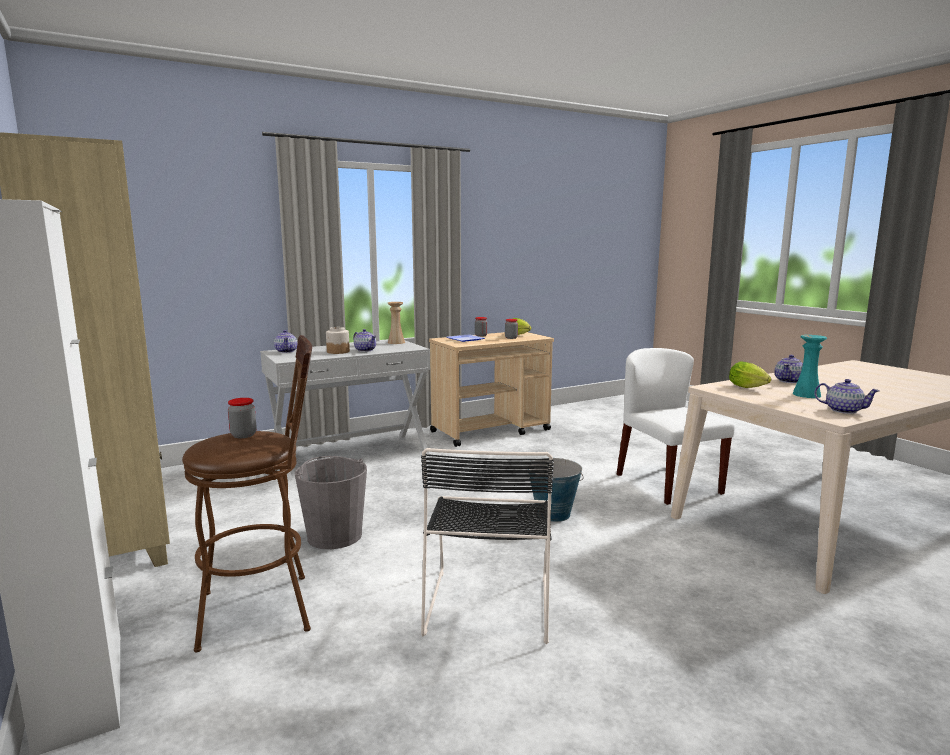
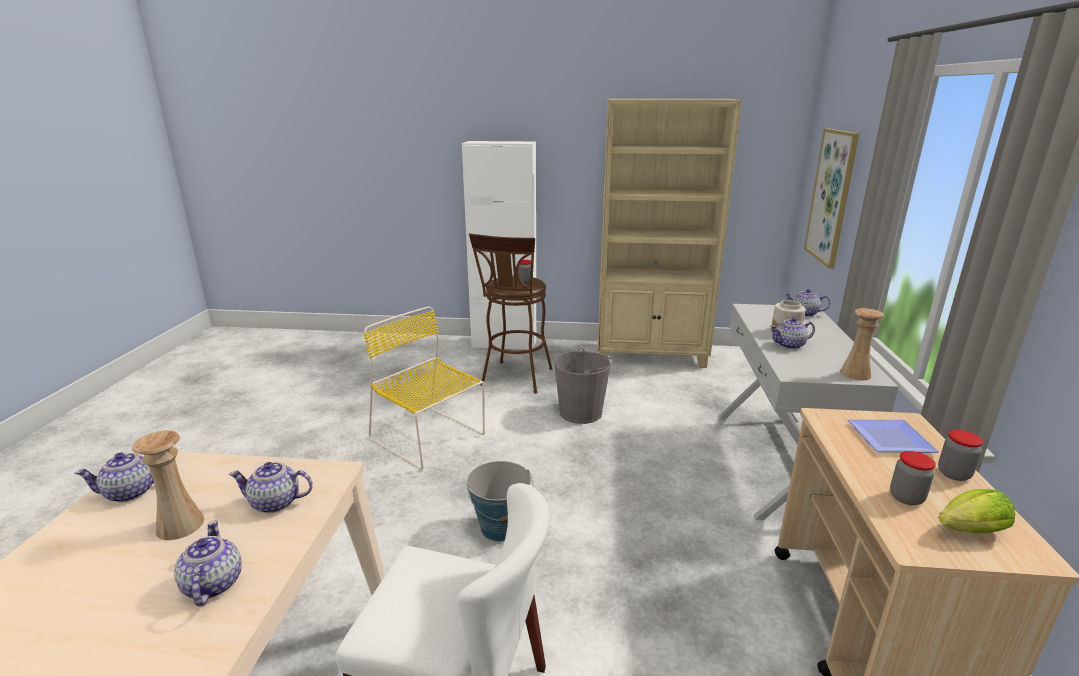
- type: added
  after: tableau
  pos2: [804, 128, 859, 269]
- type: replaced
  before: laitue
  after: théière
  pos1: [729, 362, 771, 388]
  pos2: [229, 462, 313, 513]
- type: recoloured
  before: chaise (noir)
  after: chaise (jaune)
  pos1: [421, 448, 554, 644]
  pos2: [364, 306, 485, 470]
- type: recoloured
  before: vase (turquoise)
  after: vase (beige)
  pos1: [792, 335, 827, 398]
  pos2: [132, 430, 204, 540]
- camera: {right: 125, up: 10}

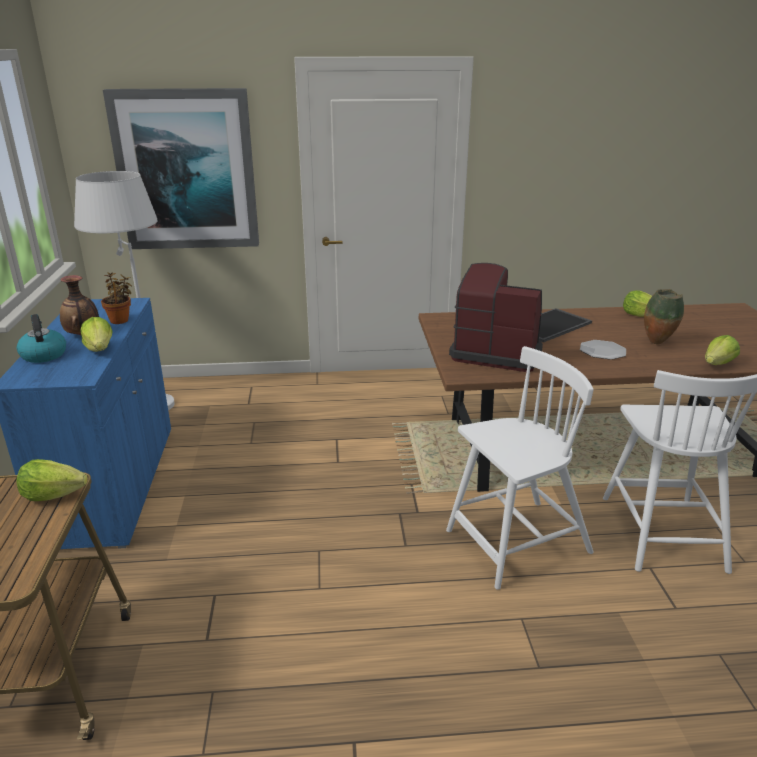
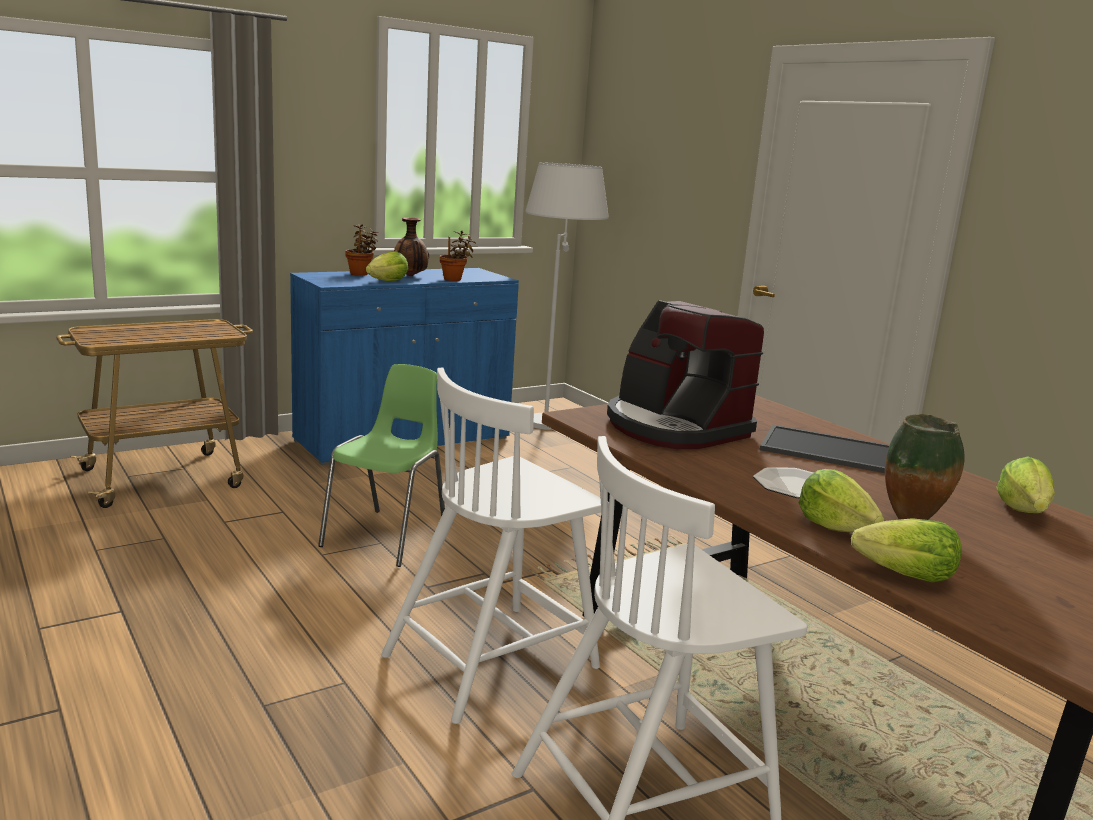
- type: removed
  before: tableau
  pos1: [103, 88, 259, 249]
- type: added
  after: chaise (vert)
  pos2: [318, 364, 445, 567]
- type: moved
  before: laitue
  pos1: [17, 459, 88, 501]
  pos2: [799, 469, 884, 532]
- type: replaced
  before: bouilloire
  after: plante en pot
  pos1: [17, 314, 66, 363]
  pos2: [345, 224, 378, 276]
- type: turned
  before: chaise (blanc)
  pos1: [446, 346, 594, 590]
  pos2: [381, 368, 609, 724]
  turn: 105
- type: turned
  before: machine à café
  pos1: [449, 263, 543, 372]
  pos2: [607, 300, 764, 449]
  turn: 150
- camera: {right: 60, up: -10}

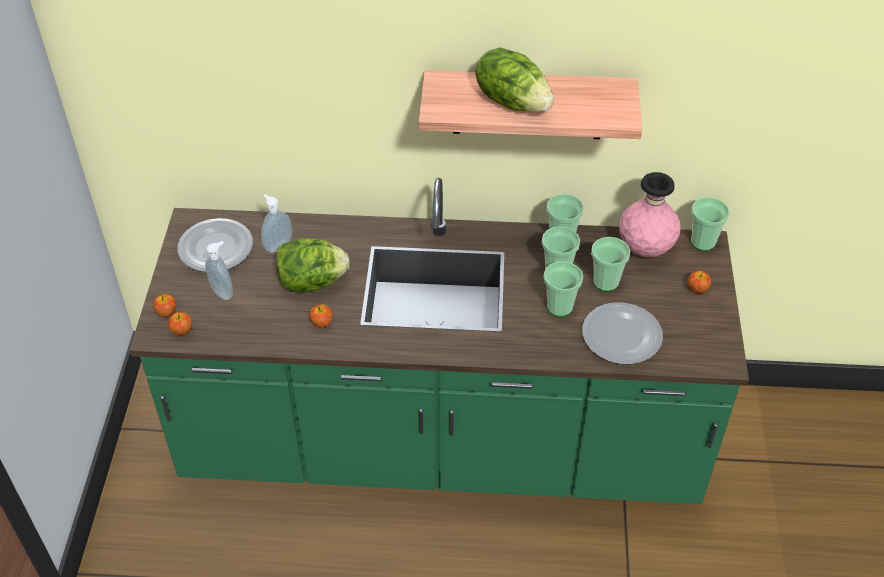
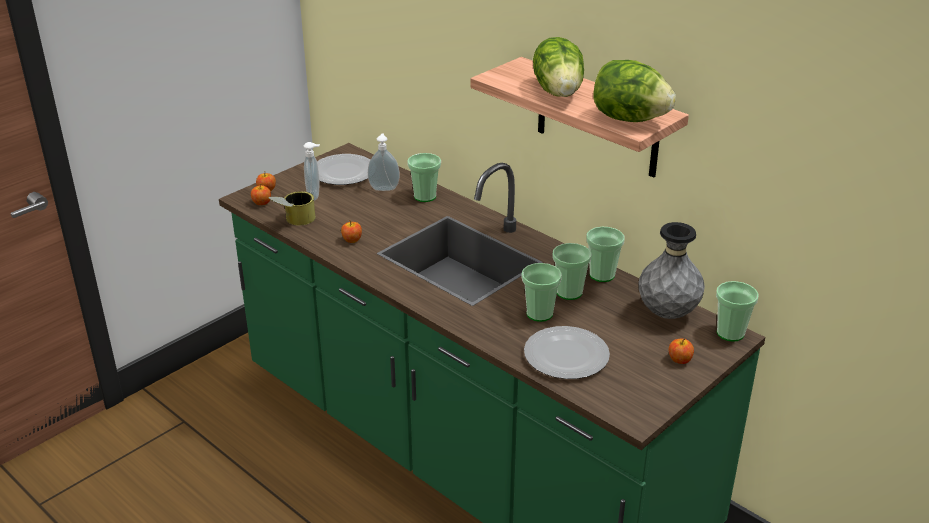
- type: added
  after: boîte métallique
  pos2: [268, 191, 316, 226]
- type: moved
  before: laitue
  pos1: [276, 238, 350, 293]
  pos2: [593, 60, 676, 122]
- type: moved
  before: tasse
  pos1: [591, 237, 630, 292]
  pos2: [407, 153, 441, 202]
- type: recoloured
  before: vase (rose)
  after: vase (gris)
  pos1: [619, 172, 681, 257]
  pos2: [638, 222, 705, 319]
- camera: {right: 40, up: -15}

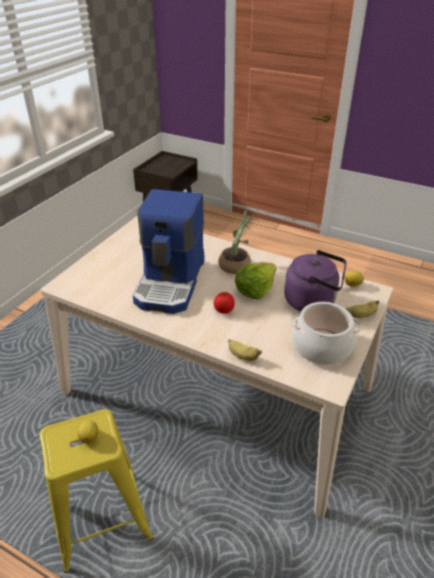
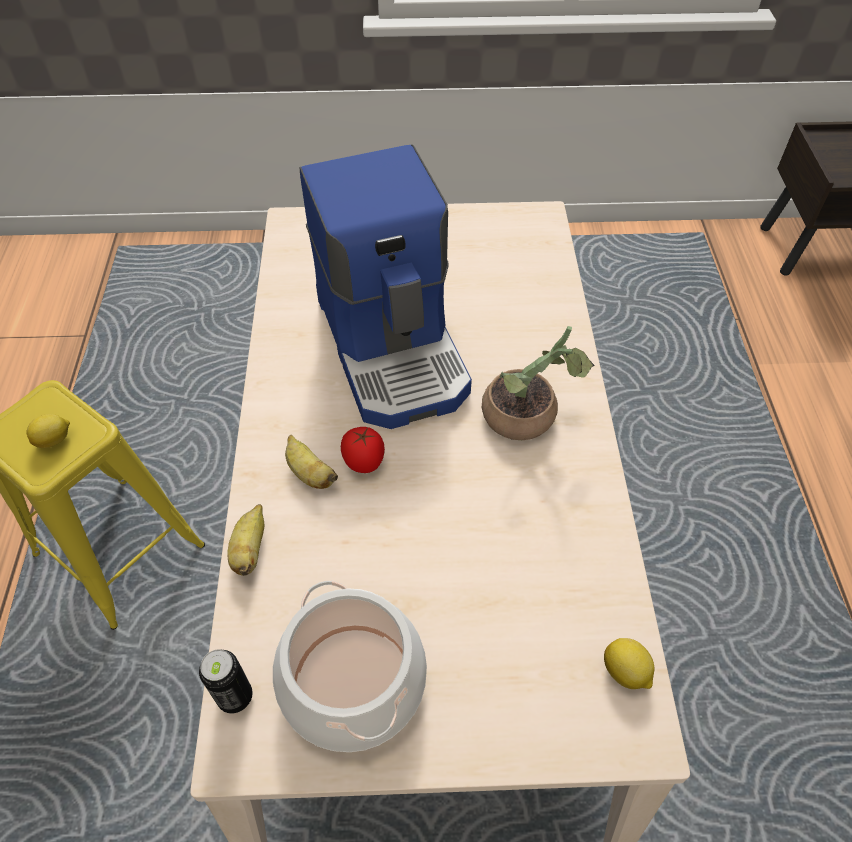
- type: removed
  before: laitue
  pos1: [235, 262, 277, 300]
- type: removed
  before: bouilloire (violet)
  pos1: [284, 250, 347, 311]
- type: added
  after: boîte métallique
  pos2: [199, 649, 253, 713]
- type: moved
  before: banane
  pos1: [346, 300, 379, 318]
  pos2: [285, 435, 338, 489]
- type: turned
  before: machine à café
  pos1: [133, 189, 204, 314]
  pos2: [300, 144, 472, 429]
  turn: -90
- camera: {right: 60, up: 15}

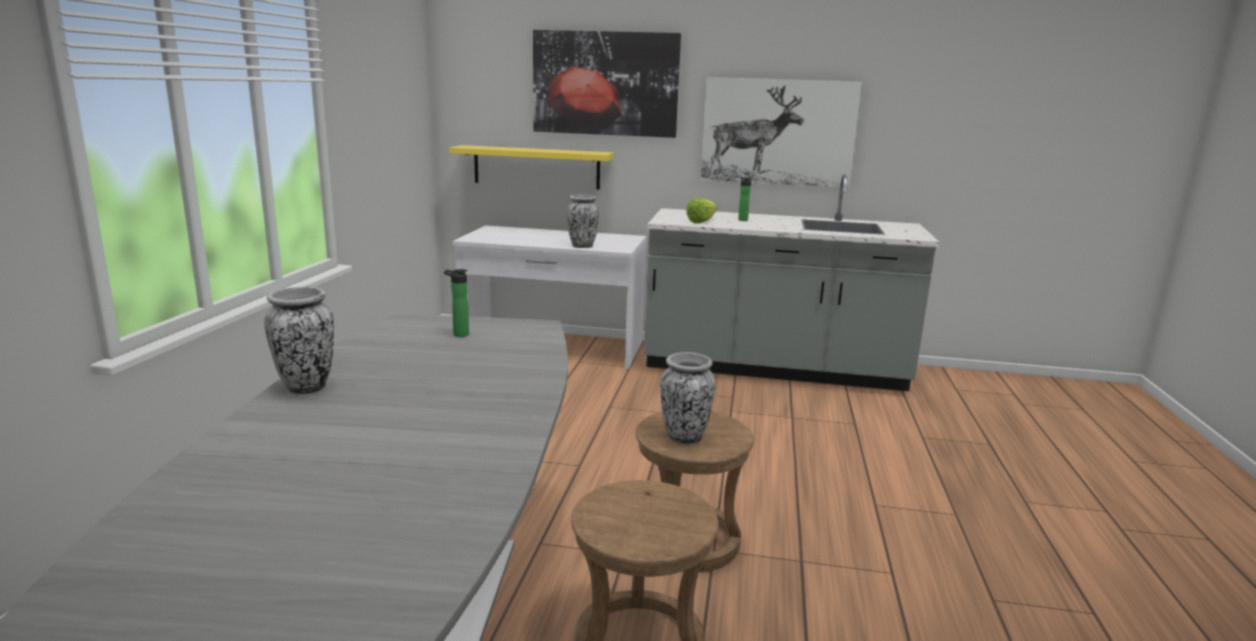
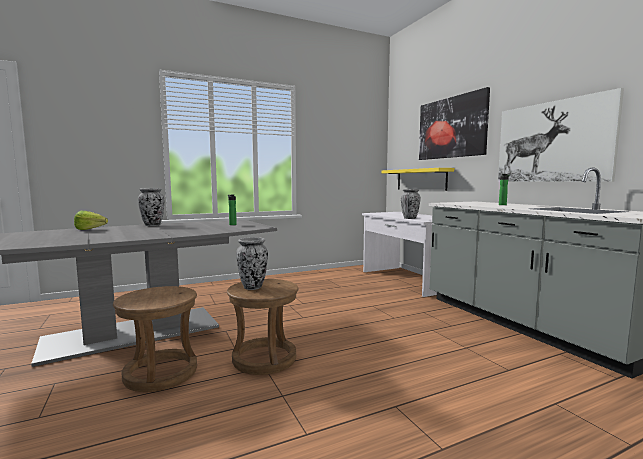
- type: moved
  before: laitue
  pos1: [686, 198, 717, 223]
  pos2: [74, 211, 108, 230]
- camera: {right: 55, up: -10}

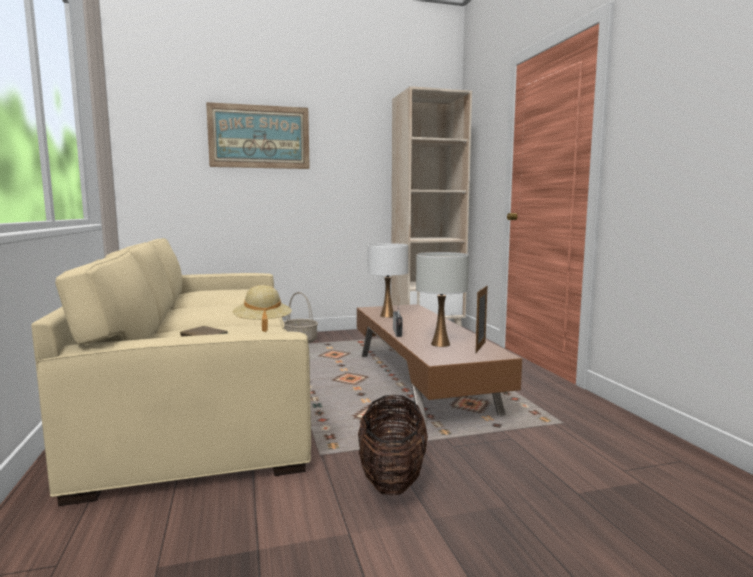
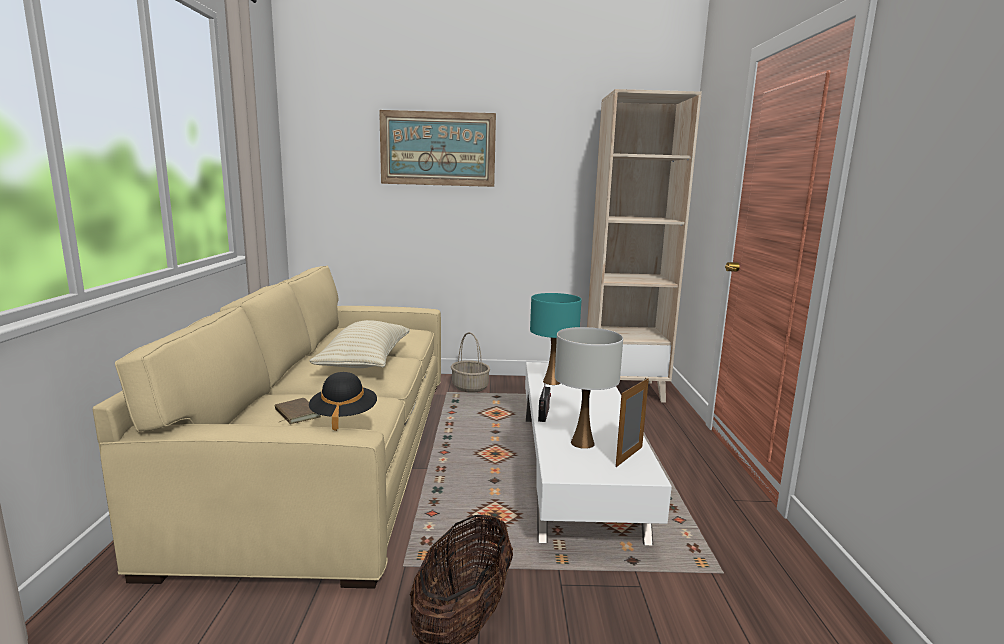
- type: added
  after: coussin (beige)
  pos2: [310, 320, 410, 368]
- type: recoloured
  before: chapeau (beige)
  after: chapeau (noir)
  pos1: [233, 285, 292, 332]
  pos2: [309, 372, 377, 431]
- type: recoloured
  before: table basse (marron)
  after: table basse (blanc)
  pos1: [357, 304, 522, 425]
  pos2: [525, 362, 672, 545]
- type: recoloured
  before: lampe de table (blanc)
  after: lampe de table (turquoise)
  pos1: [368, 243, 408, 318]
  pos2: [530, 293, 582, 385]
- camera: {right: 15, up: 5}

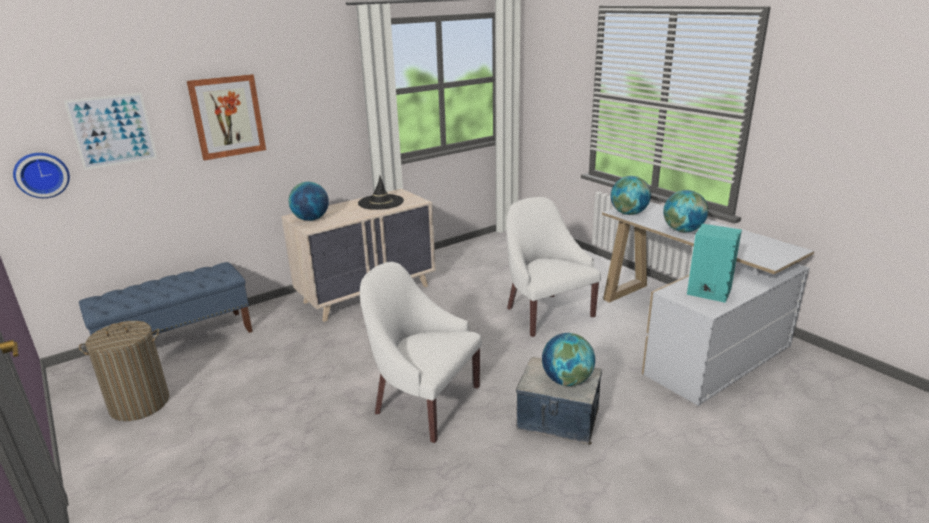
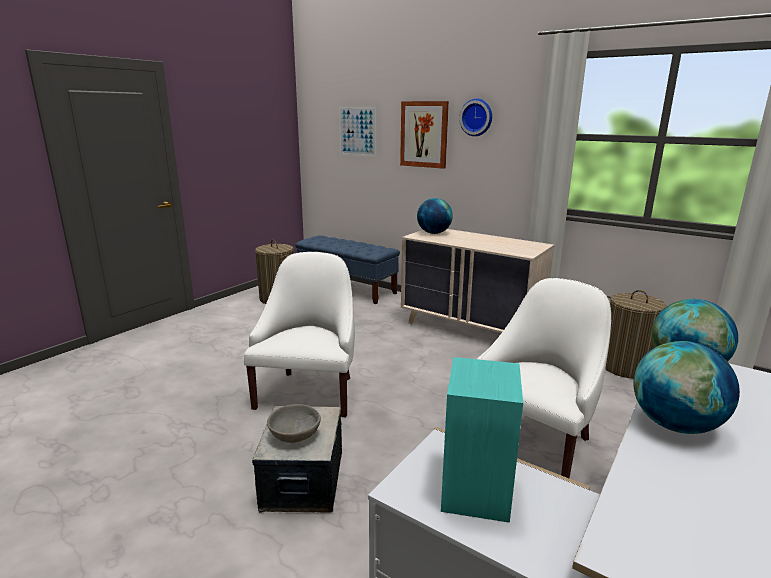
- type: removed
  before: chapeau (noir)
  pos1: [358, 176, 404, 210]
- type: added
  after: panier à linge
  pos2: [605, 290, 667, 379]
- type: moved
  before: horloge murale
  pos1: [13, 153, 70, 198]
  pos2: [459, 99, 492, 136]
- type: replaced
  before: globe
  after: bol (gris)
  pos1: [542, 333, 595, 386]
  pos2: [267, 404, 321, 443]
- camera: {right: 70, up: -5}

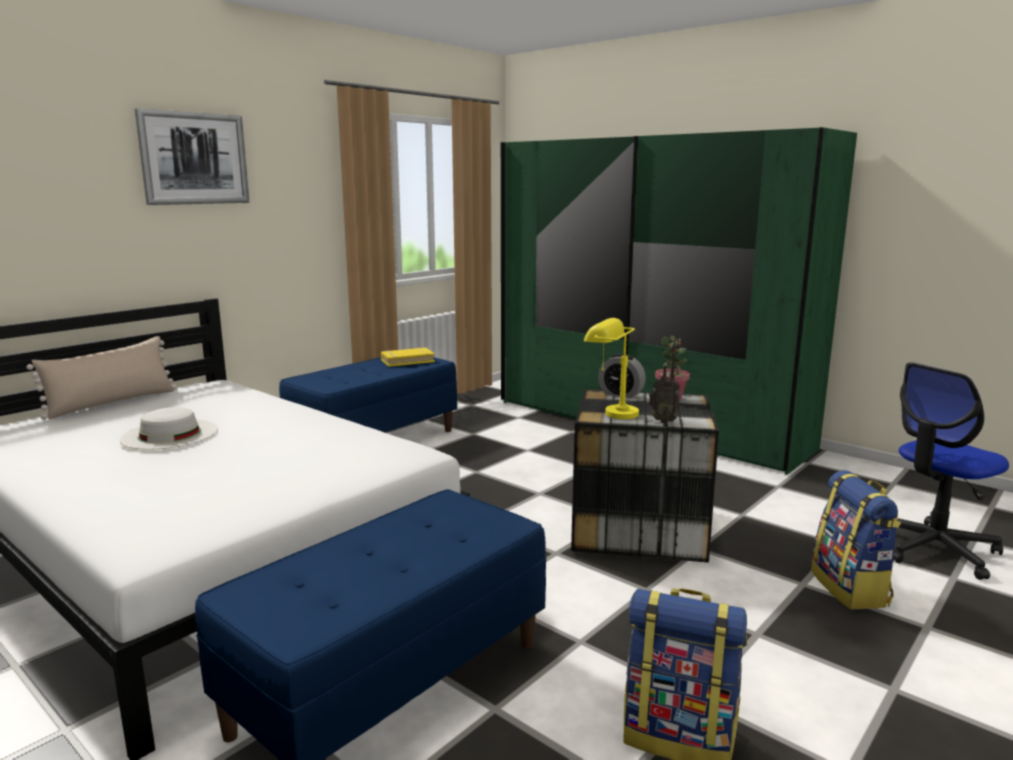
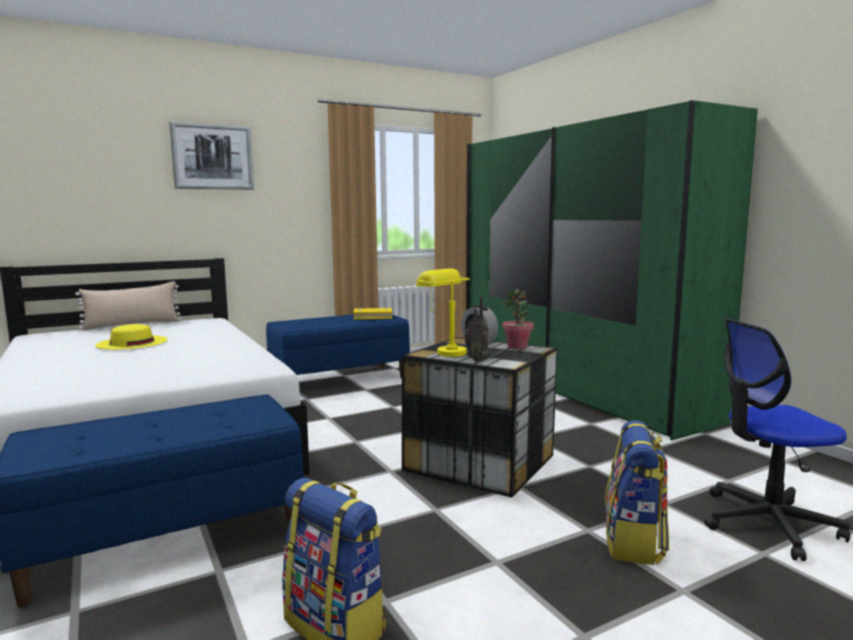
- type: recoloured
  before: chapeau (blanc)
  after: chapeau (jaune)
  pos1: [119, 407, 218, 450]
  pos2: [95, 324, 168, 350]
- camera: {right: 20, up: -5}

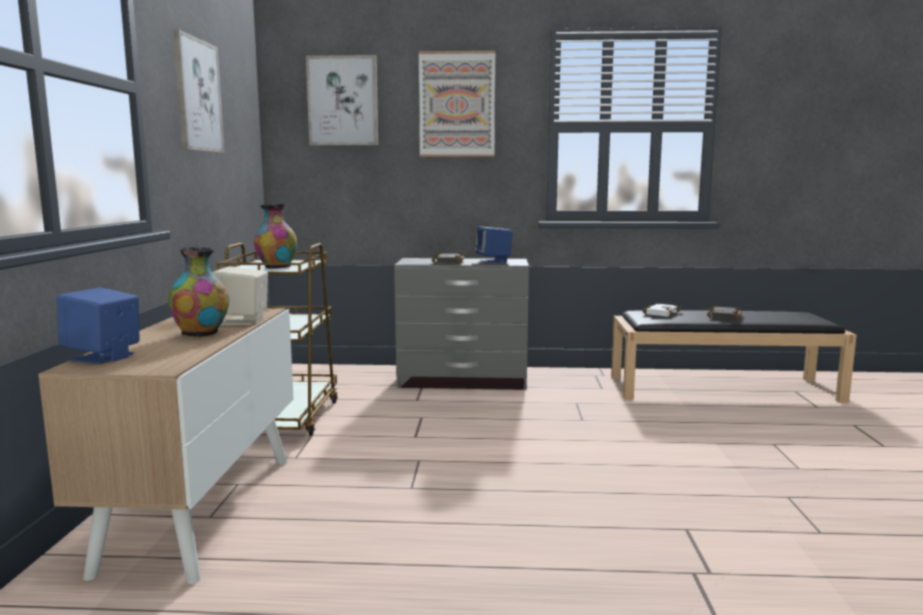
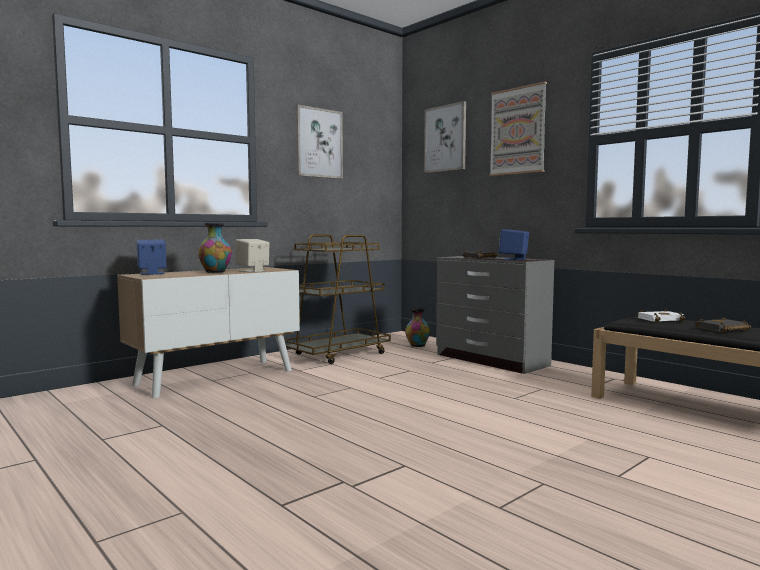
- type: moved
  before: vase
  pos1: [254, 203, 297, 269]
  pos2: [405, 308, 430, 347]
- camera: {right: 45, up: -5}

